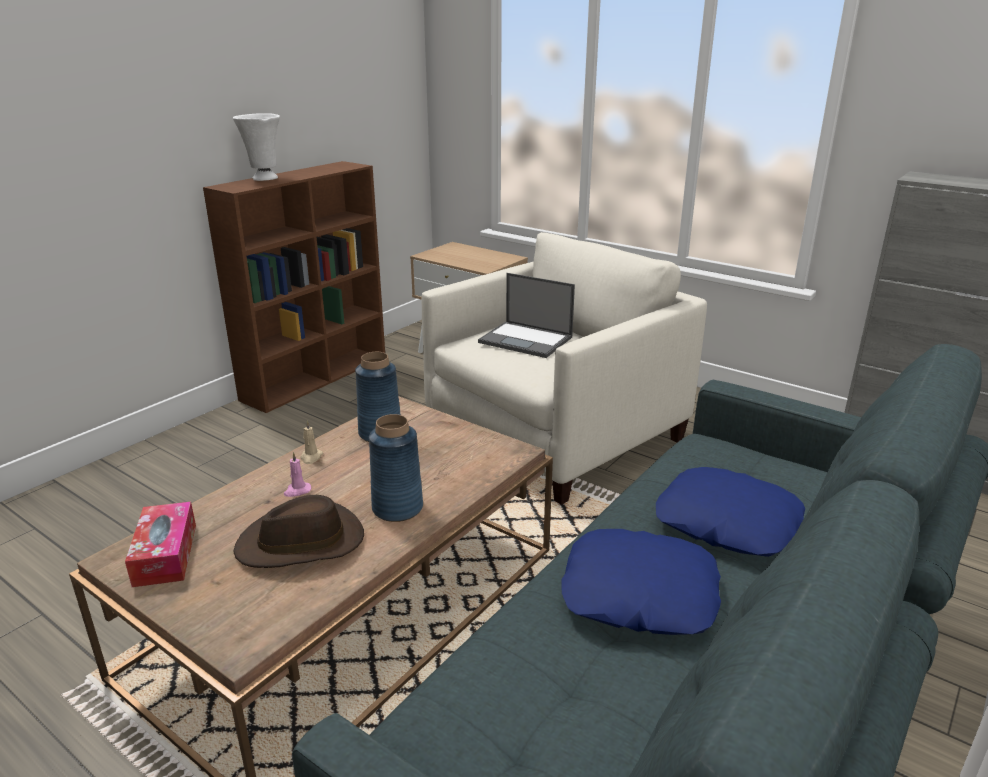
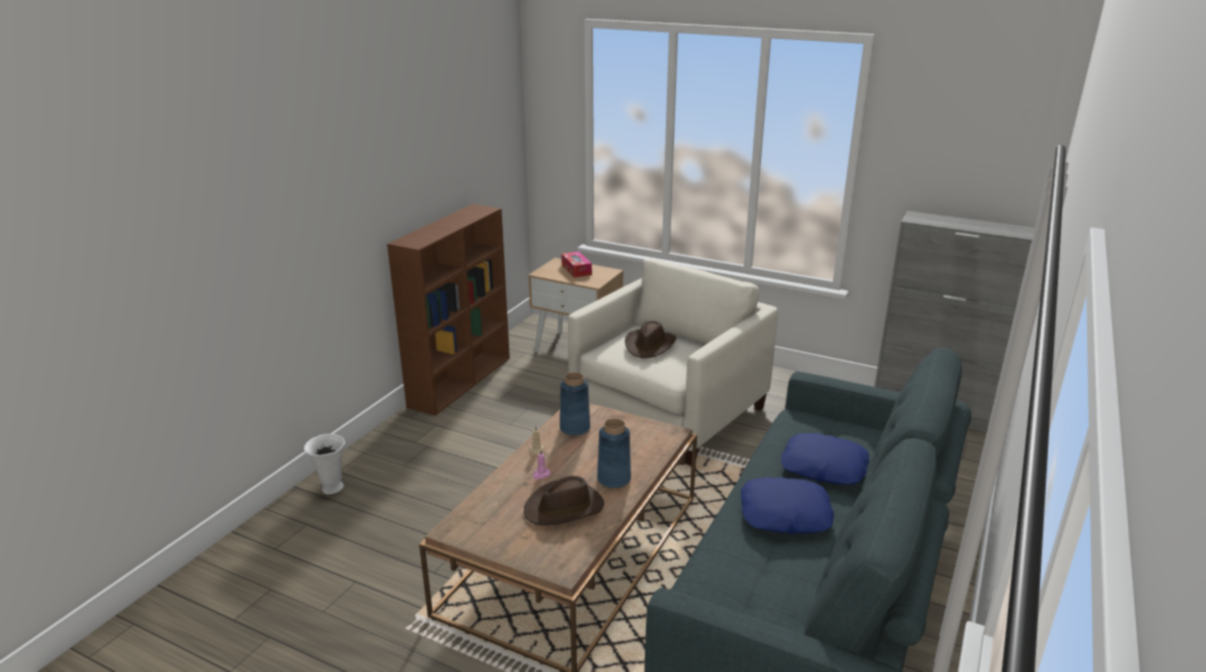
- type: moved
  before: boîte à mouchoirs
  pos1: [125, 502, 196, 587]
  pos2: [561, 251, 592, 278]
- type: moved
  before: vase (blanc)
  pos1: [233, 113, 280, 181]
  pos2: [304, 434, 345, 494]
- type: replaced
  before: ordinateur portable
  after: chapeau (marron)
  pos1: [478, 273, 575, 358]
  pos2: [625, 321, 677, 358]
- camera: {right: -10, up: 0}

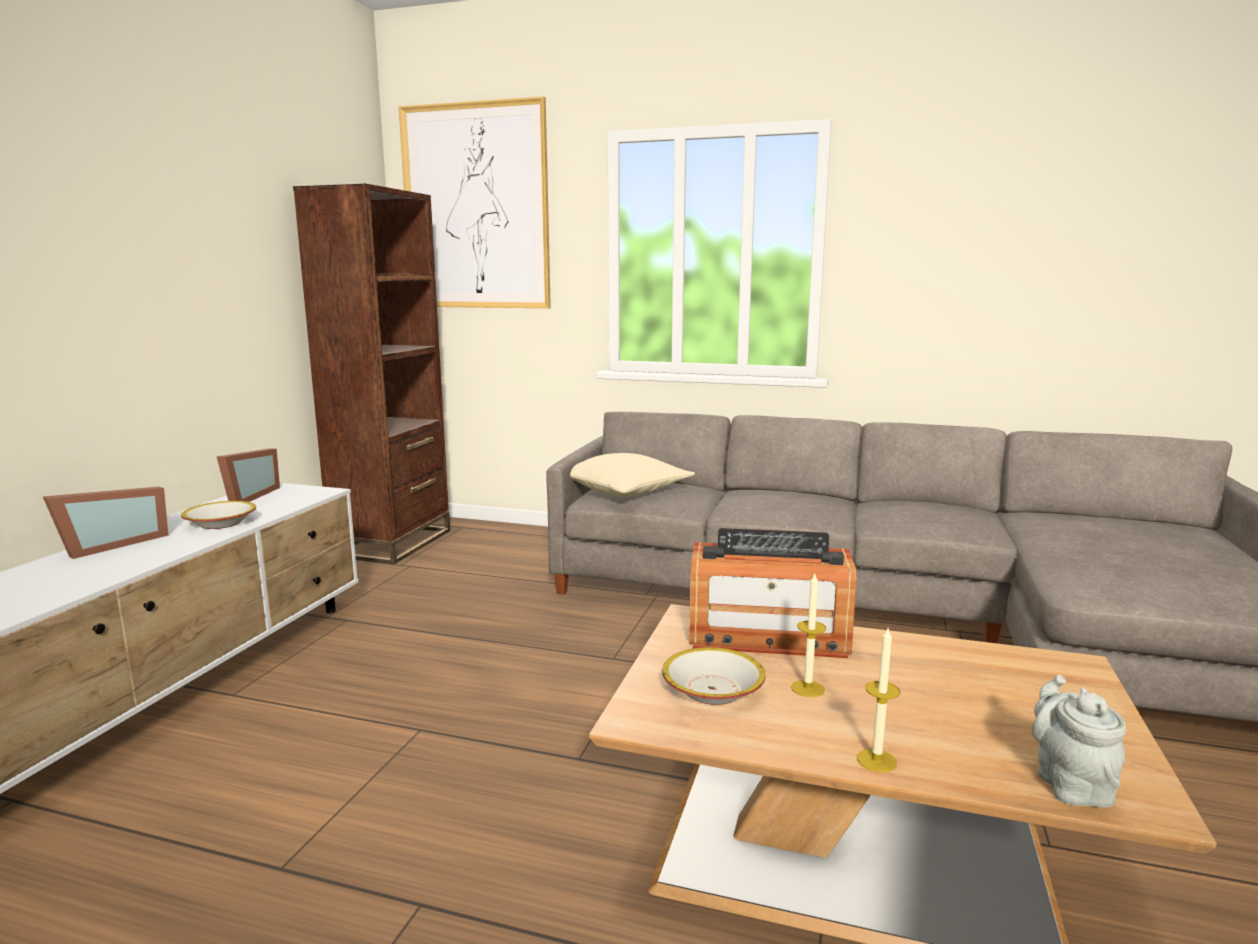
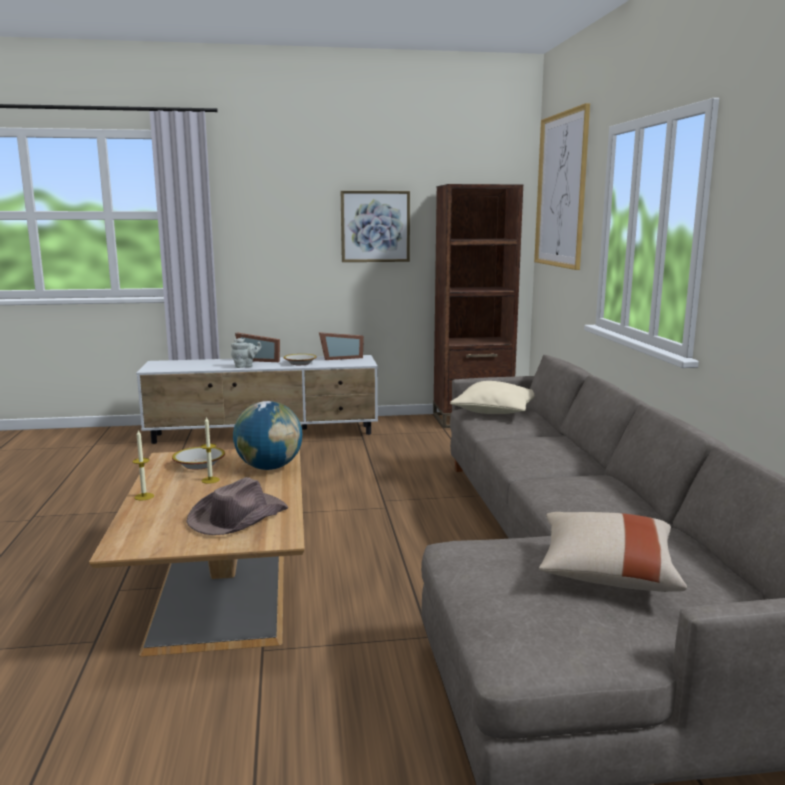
- type: added
  after: chapeau (marron)
  pos2: [186, 477, 288, 535]
- type: added
  after: tableau
  pos2: [341, 191, 410, 262]
- type: added
  after: coussin (beige)
  pos2: [539, 512, 687, 592]
- type: moved
  before: théière (gris)
  pos1: [1032, 674, 1126, 807]
  pos2: [231, 338, 262, 368]
- type: replaced
  before: radio
  after: globe
  pos1: [689, 528, 856, 658]
  pos2: [233, 401, 302, 470]
- camera: {right: 65, up: 0}

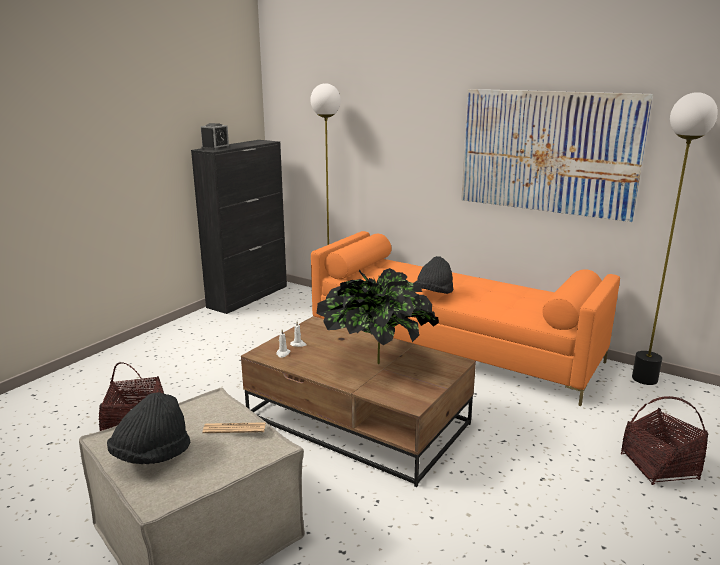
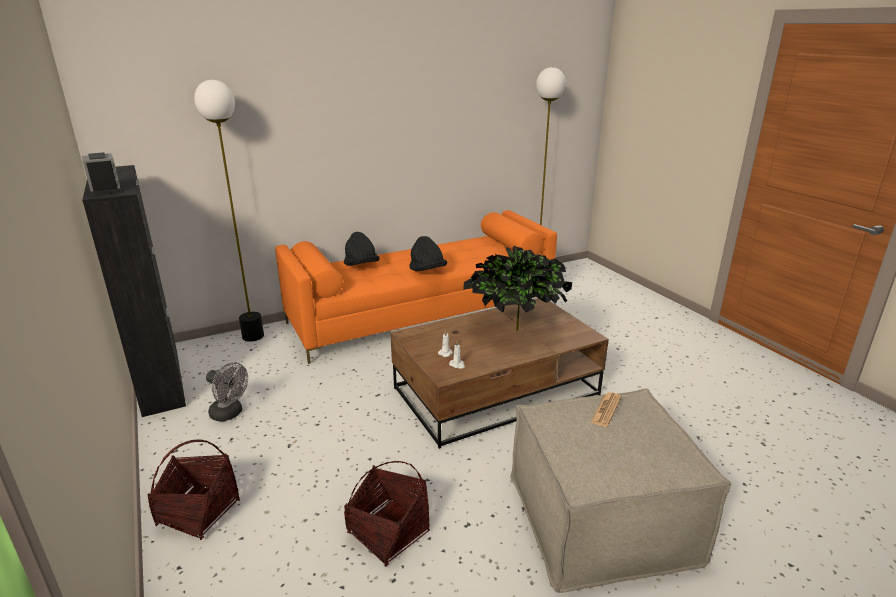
- type: removed
  before: tableau
  pos1: [461, 89, 653, 222]
- type: added
  after: ventilateur (gris)
  pos2: [206, 363, 248, 422]
- type: moved
  before: chapeau (noir)
  pos1: [107, 392, 190, 464]
  pos2: [344, 232, 380, 266]
- type: moved
  before: panier
  pos1: [621, 396, 709, 485]
  pos2: [148, 439, 240, 540]
- camera: {right: -60, up: 5}

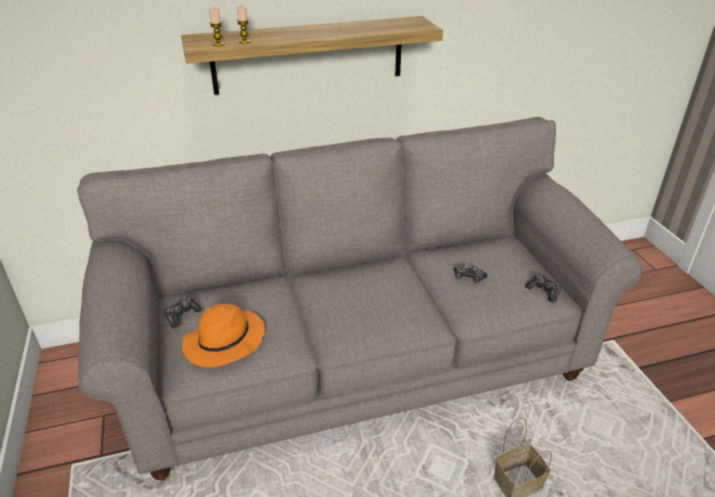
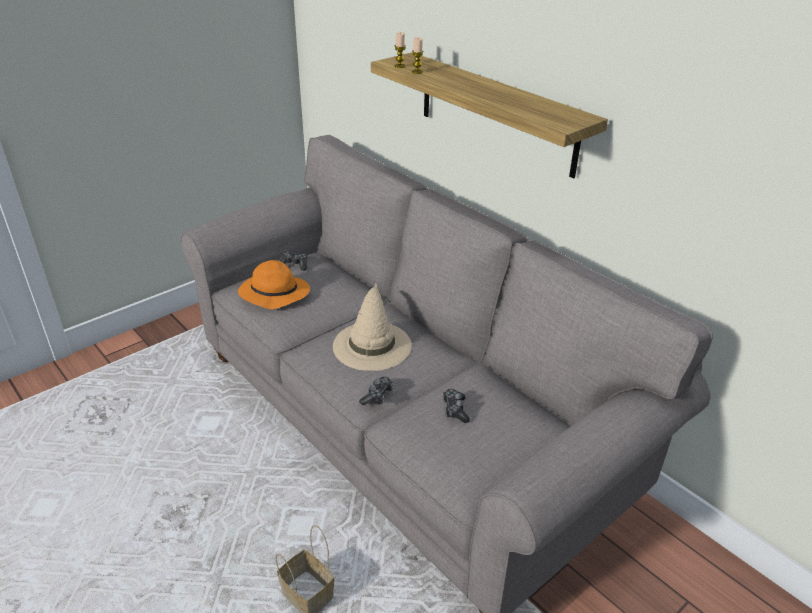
- type: added
  after: chapeau (beige)
  pos2: [333, 283, 411, 371]
- type: moved
  before: manette
  pos1: [525, 274, 562, 303]
  pos2: [359, 377, 393, 405]
- camera: {right: 65, up: 0}

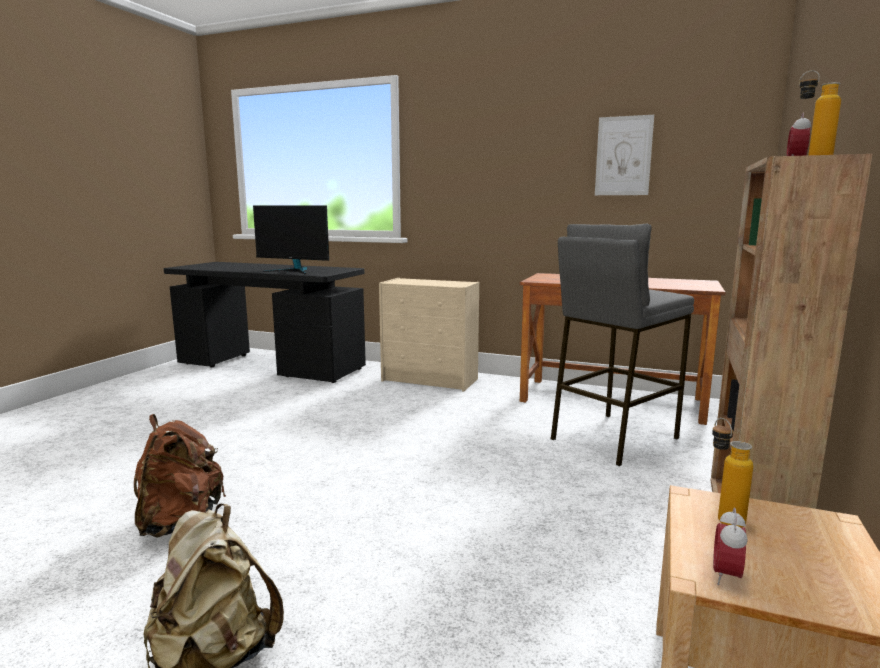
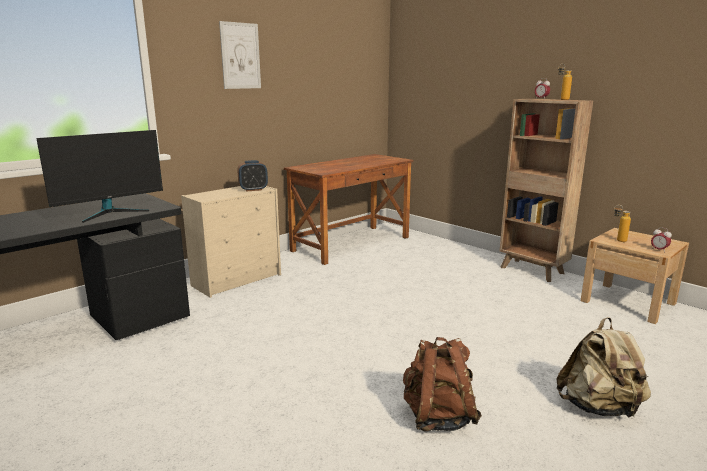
- type: removed
  before: tabouret (gris)
  pos1: [551, 224, 694, 466]
- type: added
  after: réveil
  pos2: [237, 160, 268, 191]
- type: moved
  before: tableau
  pos1: [595, 115, 654, 195]
  pos2: [219, 21, 261, 89]
- camera: {right: -65, up: 5}

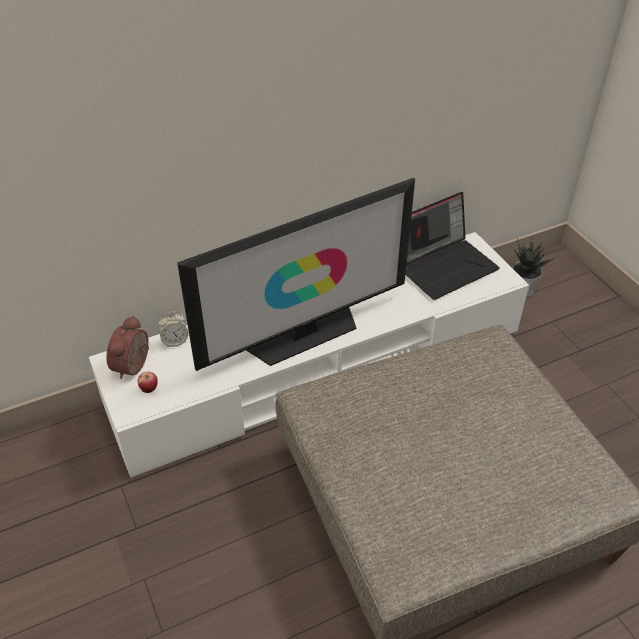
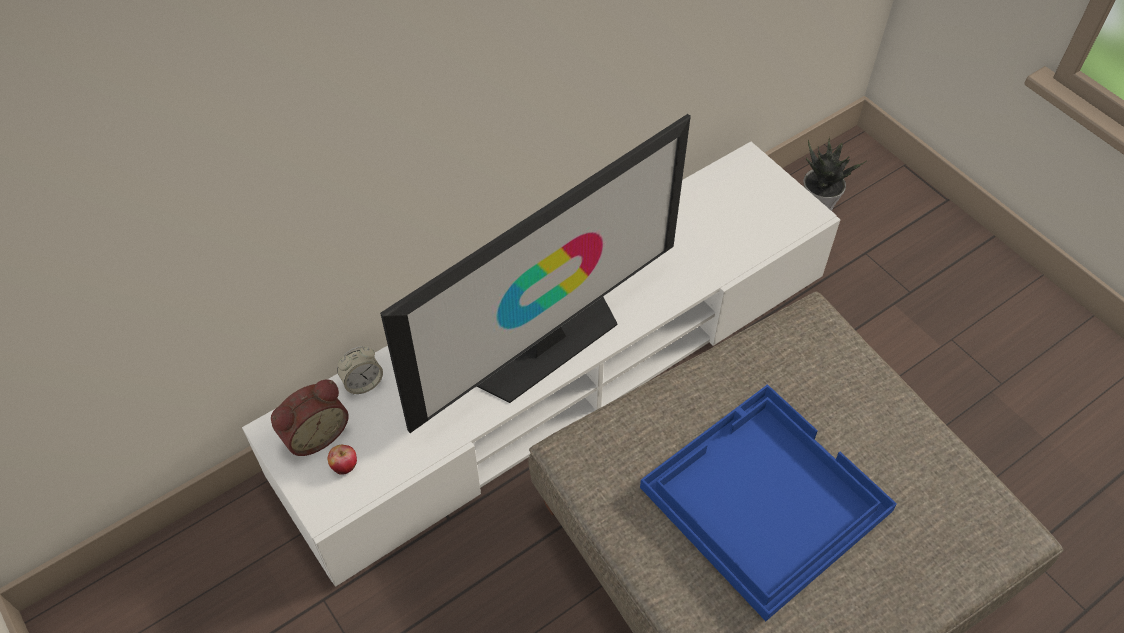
- type: removed
  before: ordinateur portable
  pos1: [405, 192, 500, 300]
- type: added
  after: plateau (bleu)
  pos2: [640, 384, 897, 621]
- type: turned
  before: réveil
  pos1: [106, 315, 149, 379]
  pos2: [271, 379, 349, 456]
  turn: -135
- camera: {right: -10, up: 10}

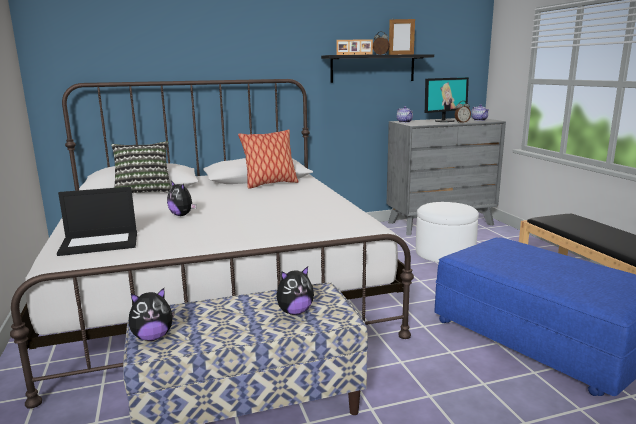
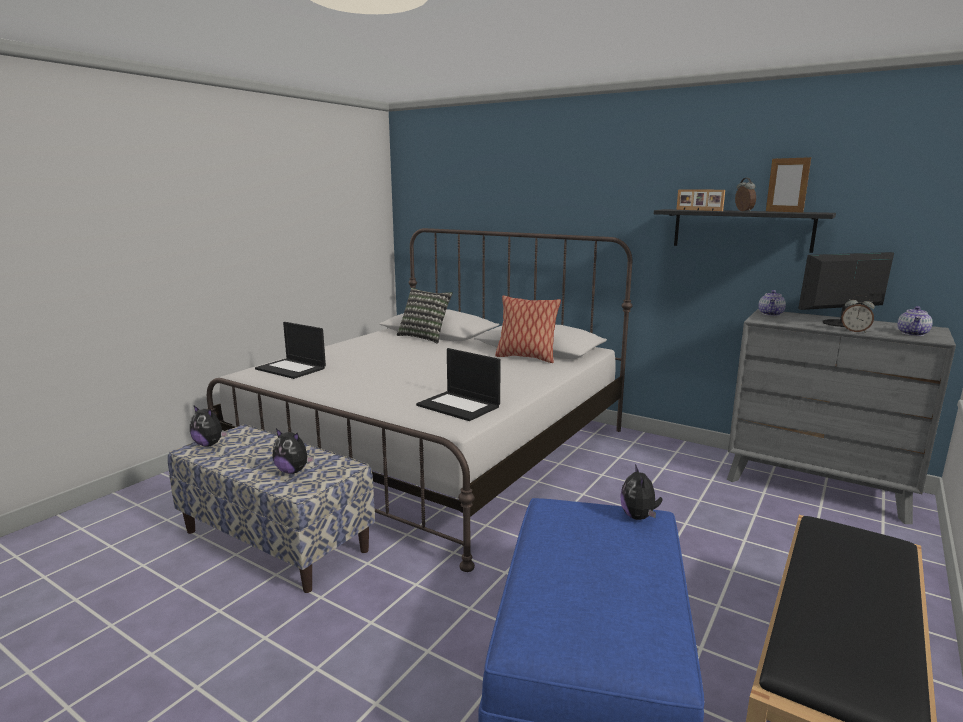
- type: removed
  before: pouf (blanc)
  pos1: [416, 202, 479, 263]
- type: added
  after: ordinateur portable
  pos2: [416, 348, 501, 421]
- type: moved
  before: peluche
  pos1: [167, 181, 196, 216]
  pos2: [620, 464, 663, 520]
- type: turned
  before: écran d'ordinateur
  pos1: [425, 77, 469, 122]
  pos2: [798, 252, 894, 327]
  turn: 150
- camera: {right: 50, up: 0}

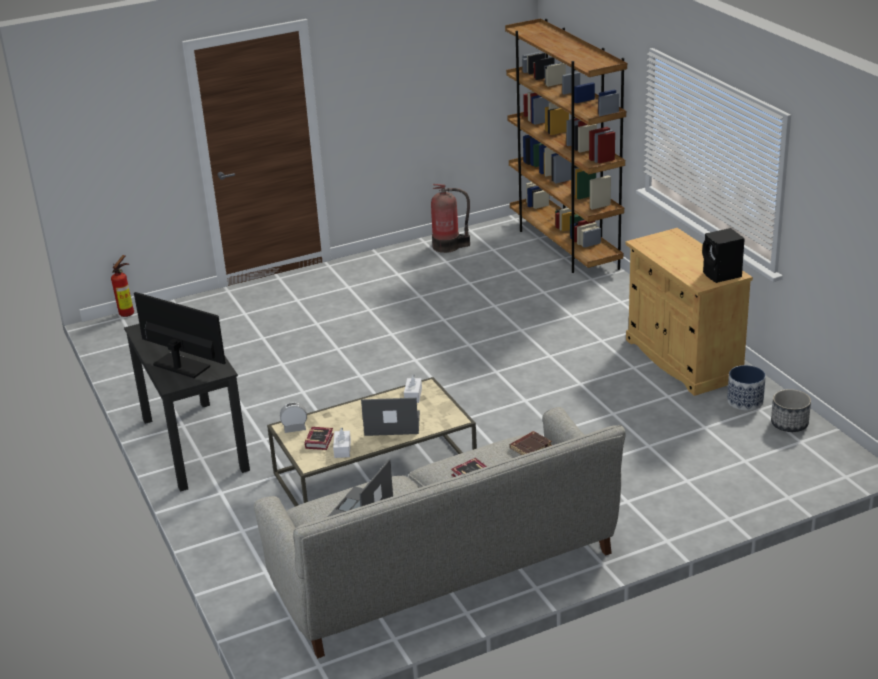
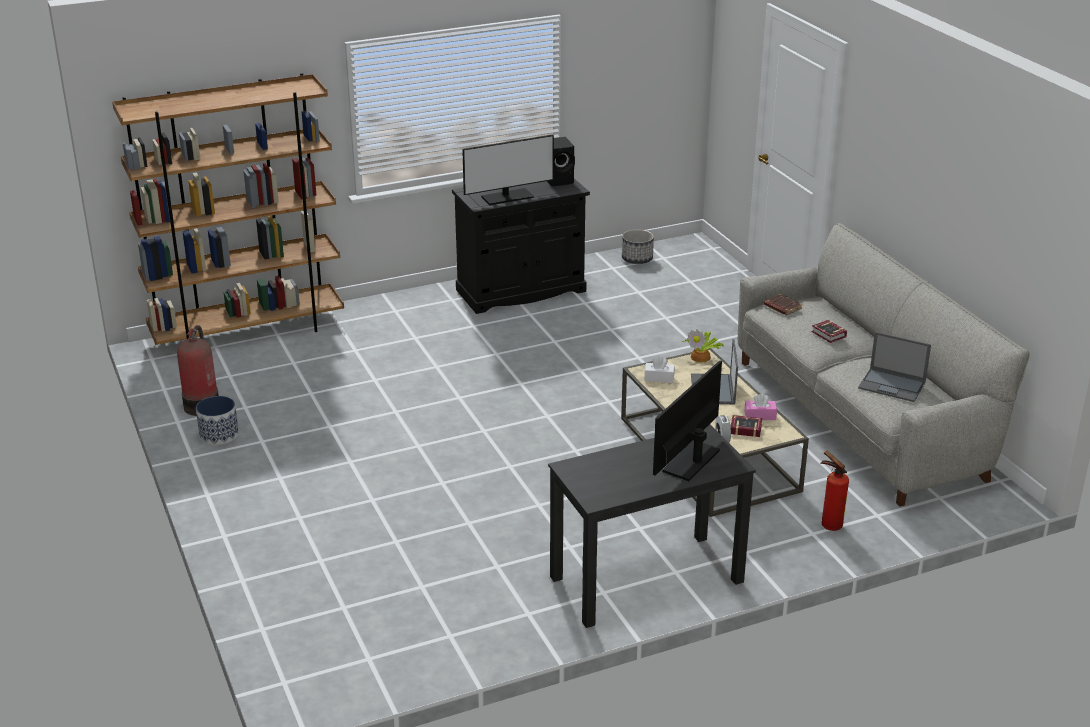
- type: added
  after: écran d'ordinateur
  pos2: [462, 134, 554, 205]
- type: added
  after: plante en pot
  pos2: [682, 329, 724, 362]
- type: moved
  before: extincteur
  pos1: [111, 255, 134, 317]
  pos2: [820, 450, 849, 531]
- type: moved
  before: cache-pot
  pos1: [727, 365, 766, 411]
  pos2: [196, 396, 239, 445]
- type: recoloured
  before: boîte à mouchoirs (blanc)
  after: boîte à mouchoirs (rose)
  pos1: [333, 427, 351, 458]
  pos2: [745, 393, 777, 420]
- type: recoloured
  before: meuble de rangement (beige)
  after: meuble de rangement (noir)
  pos1: [625, 228, 753, 396]
  pos2: [452, 179, 590, 314]
- camera: {right: -90, up: 0}

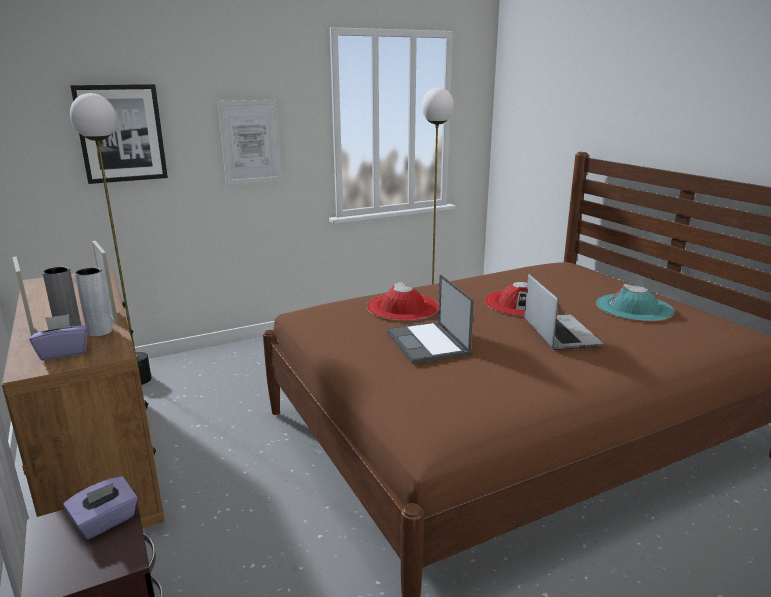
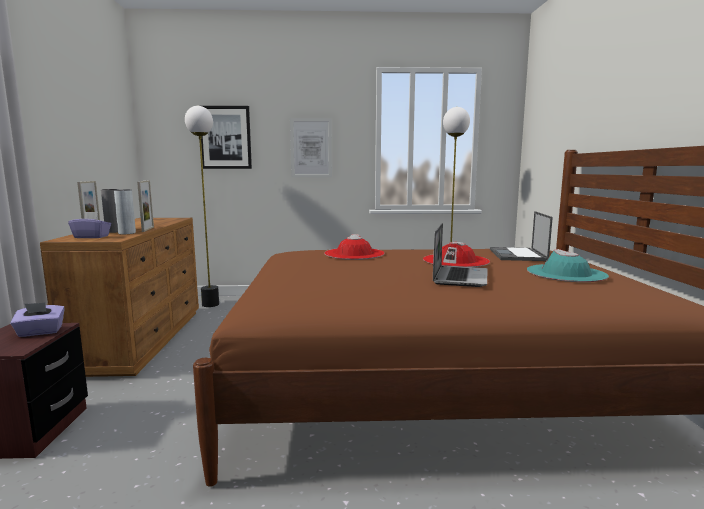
- type: moved
  before: ordinateur portable
  pos1: [386, 274, 474, 364]
  pos2: [490, 211, 553, 261]
- camera: {right: 25, up: -10}

